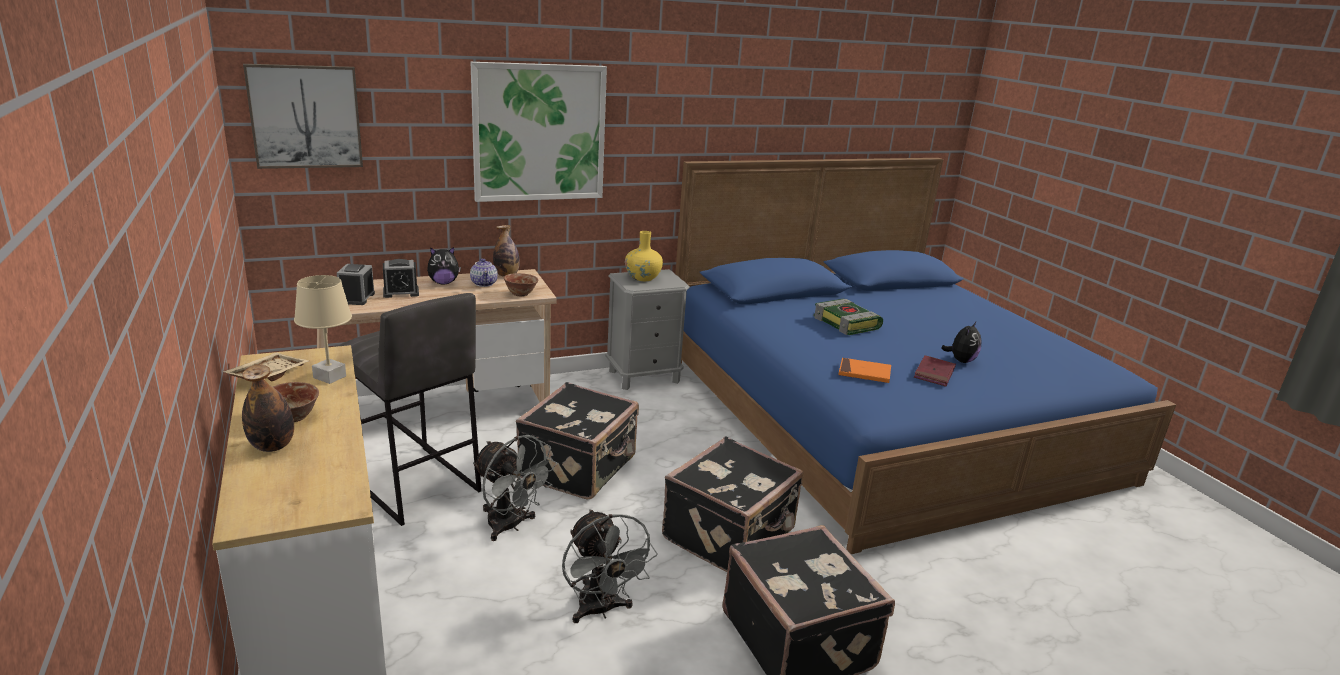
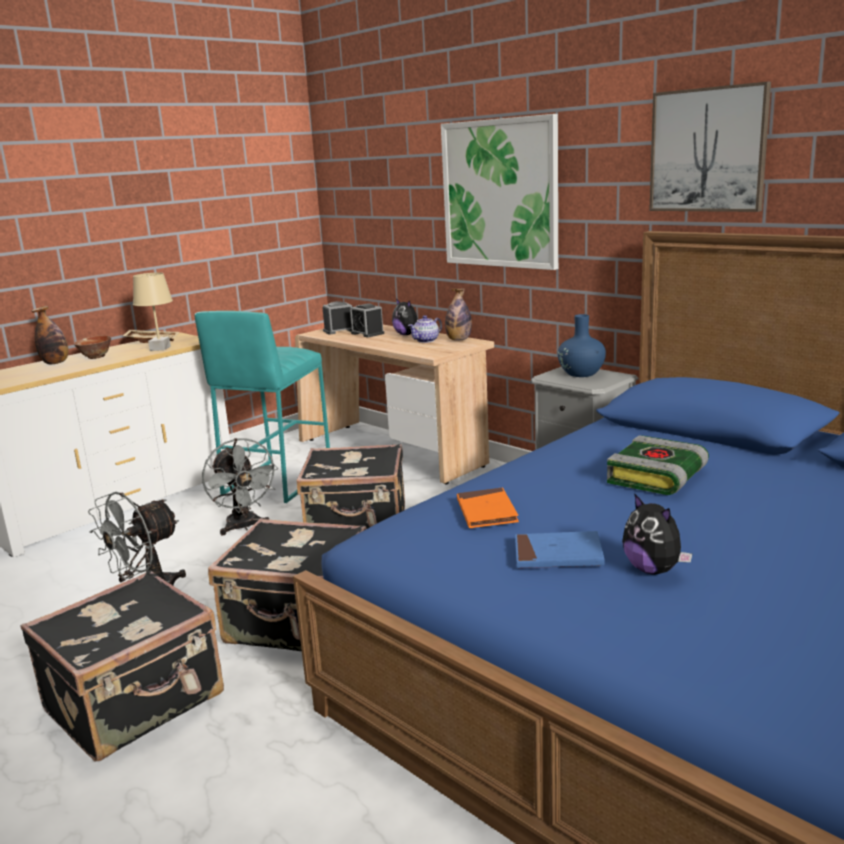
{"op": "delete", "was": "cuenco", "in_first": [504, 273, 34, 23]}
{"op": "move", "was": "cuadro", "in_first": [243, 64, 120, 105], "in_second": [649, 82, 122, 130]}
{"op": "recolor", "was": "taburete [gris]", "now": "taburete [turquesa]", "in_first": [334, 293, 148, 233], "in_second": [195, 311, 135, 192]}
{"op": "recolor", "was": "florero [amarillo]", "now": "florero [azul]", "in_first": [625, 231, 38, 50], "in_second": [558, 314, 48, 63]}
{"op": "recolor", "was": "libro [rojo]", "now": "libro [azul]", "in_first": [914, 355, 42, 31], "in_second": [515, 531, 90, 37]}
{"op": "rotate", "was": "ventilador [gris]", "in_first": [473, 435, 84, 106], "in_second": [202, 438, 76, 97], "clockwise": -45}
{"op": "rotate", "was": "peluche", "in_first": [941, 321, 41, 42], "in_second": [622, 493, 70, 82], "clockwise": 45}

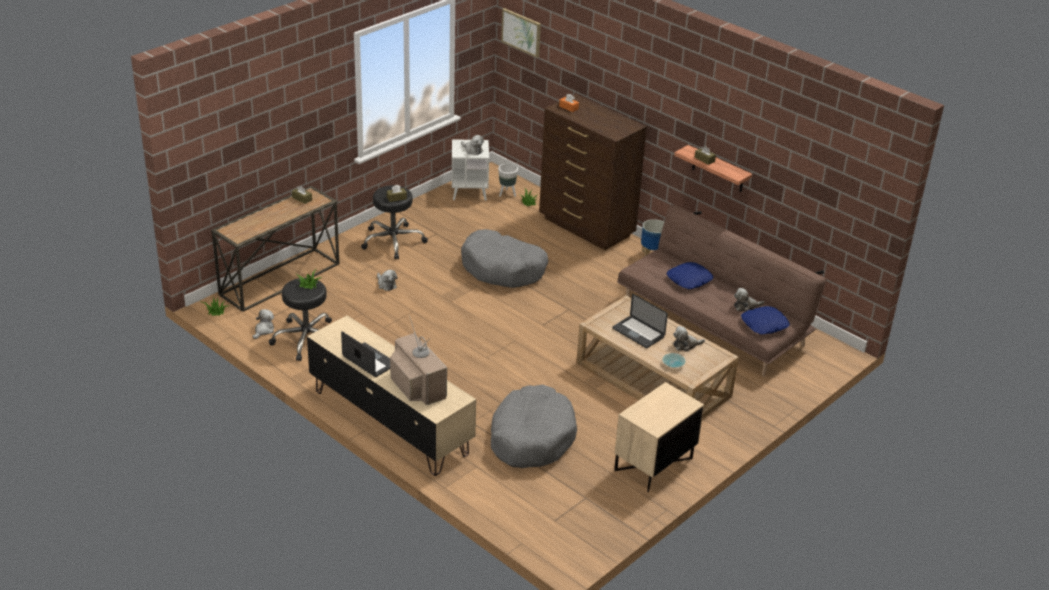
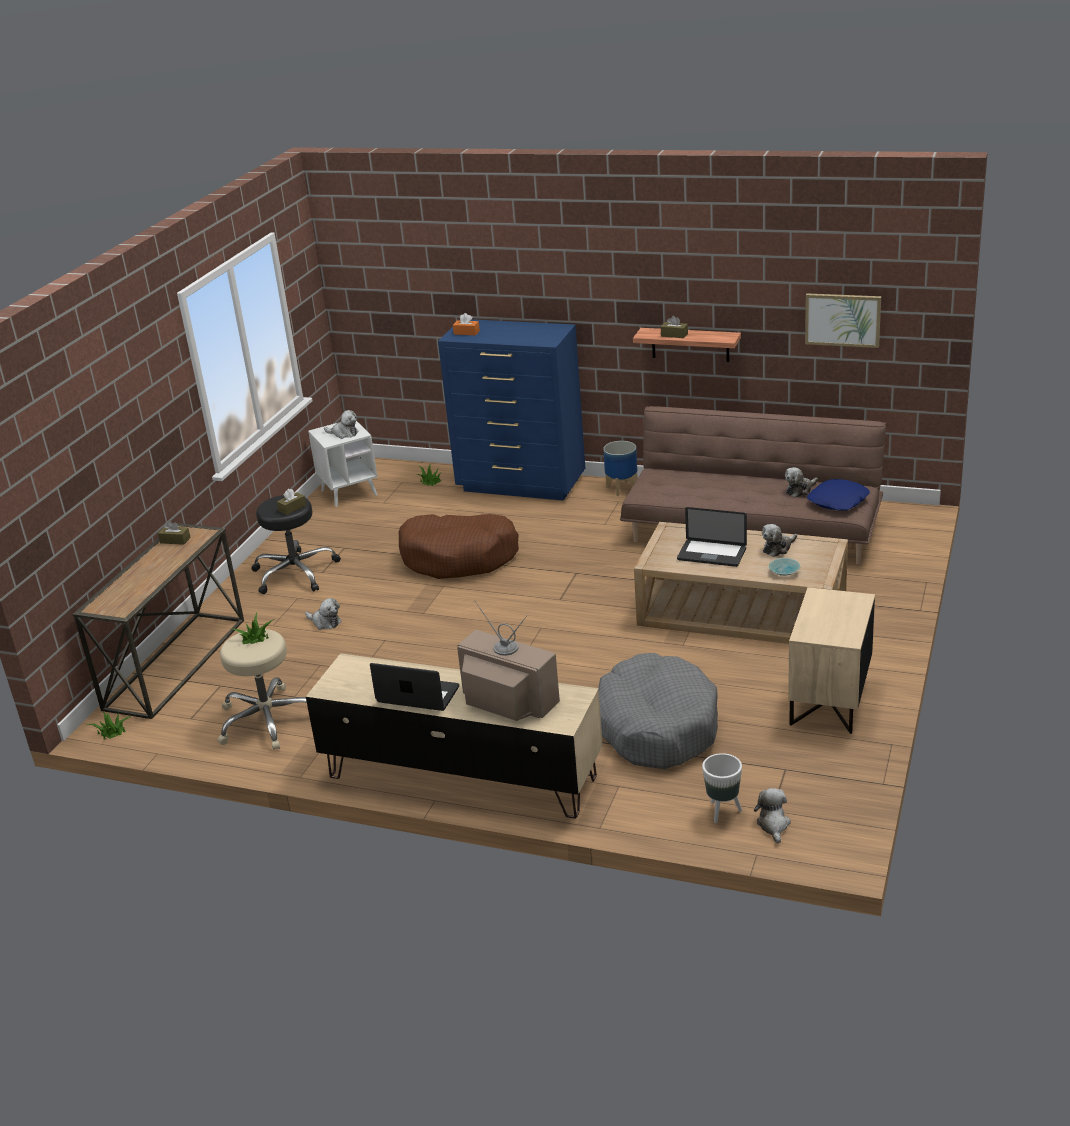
{"op": "delete", "was": "cojín [azul]", "in_first": [667, 262, 46, 27]}
{"op": "move", "was": "peluche", "in_first": [252, 309, 22, 30], "in_second": [754, 788, 37, 56]}
{"op": "move", "was": "maceta [blanco]", "in_first": [498, 163, 20, 34], "in_second": [702, 753, 40, 70]}
{"op": "move", "was": "cuadro", "in_first": [501, 8, 40, 50], "in_second": [805, 293, 76, 55]}
{"op": "recolor", "was": "taburete [negro]", "now": "taburete [beis]", "in_first": [269, 278, 63, 83], "in_second": [218, 629, 89, 121]}
{"op": "recolor", "was": "cama para perro [gris]", "now": "cama para perro [marrón]", "in_first": [461, 229, 87, 59], "in_second": [399, 514, 120, 65]}
{"op": "recolor", "was": "cómoda [marrón]", "now": "cómoda [azul]", "in_first": [539, 94, 108, 156], "in_second": [438, 319, 147, 181]}

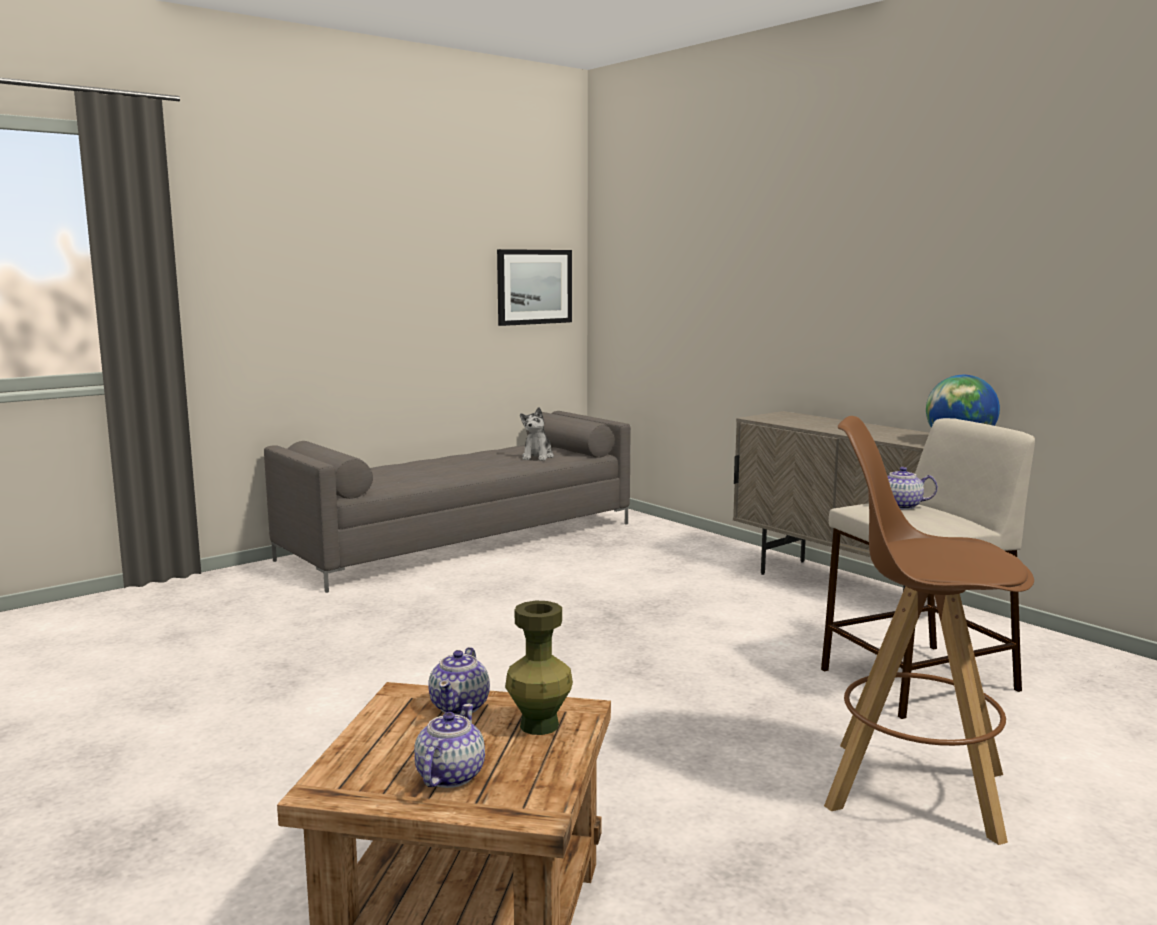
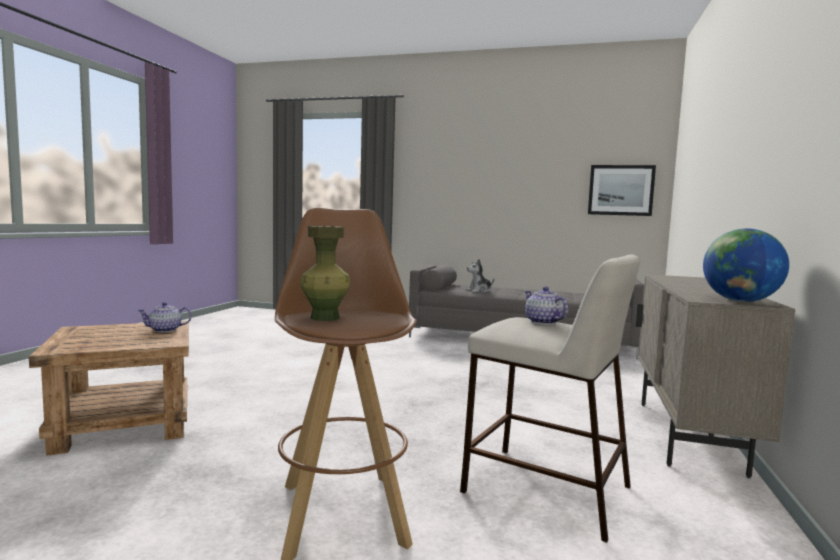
{"op": "delete", "was": "tetera", "in_first": [414, 704, 71, 84]}
{"op": "move", "was": "florero [verde]", "in_first": [505, 601, 68, 134], "in_second": [300, 226, 50, 95]}
{"op": "move", "was": "peluche", "in_first": [520, 407, 34, 54], "in_second": [466, 259, 28, 33]}

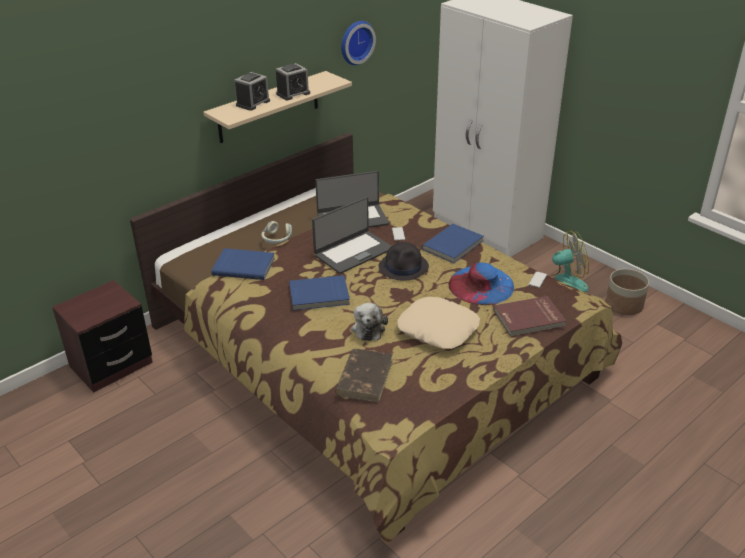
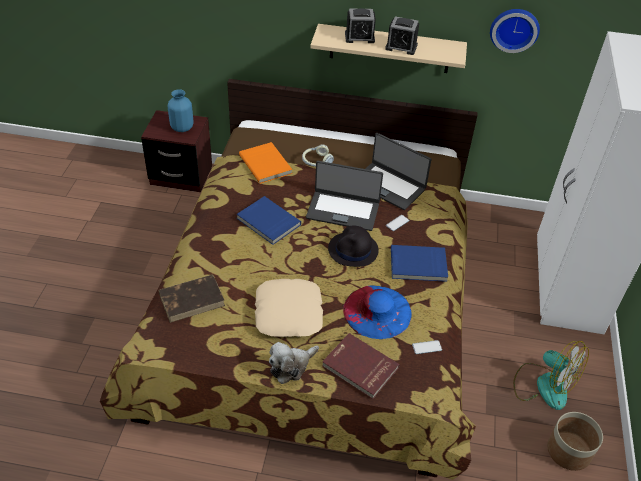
{"op": "insert", "now": "florero [azul]", "in_second": [168, 89, 26, 43]}
{"op": "move", "was": "peluche", "in_first": [351, 303, 37, 38], "in_second": [269, 342, 50, 42]}
{"op": "recolor", "was": "libro [azul]", "now": "libro [naranja]", "in_first": [211, 248, 64, 32], "in_second": [239, 142, 53, 42]}

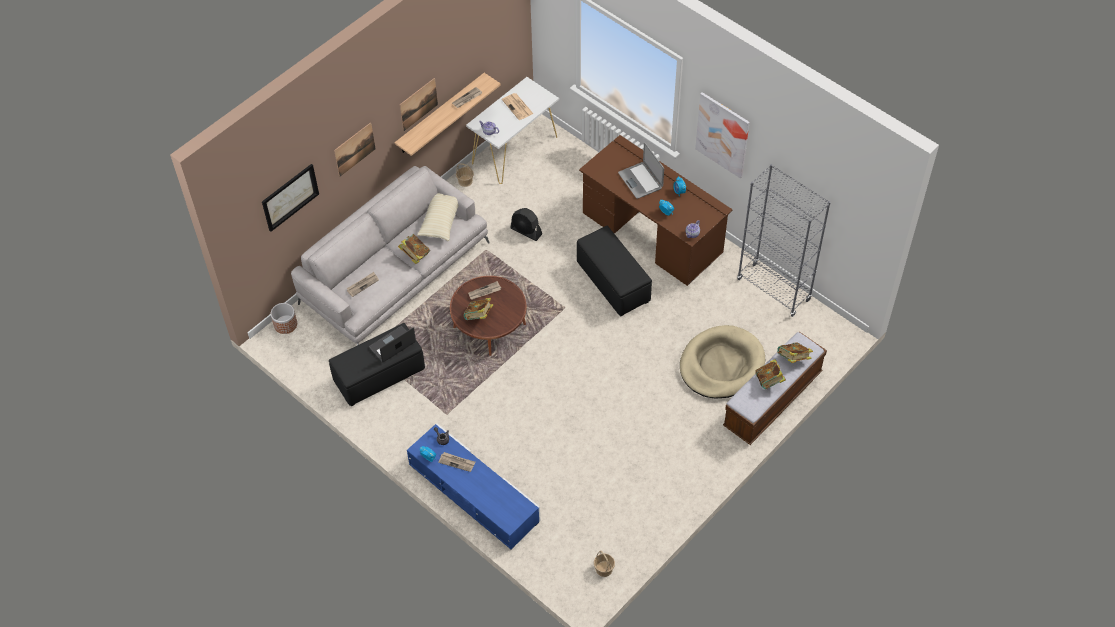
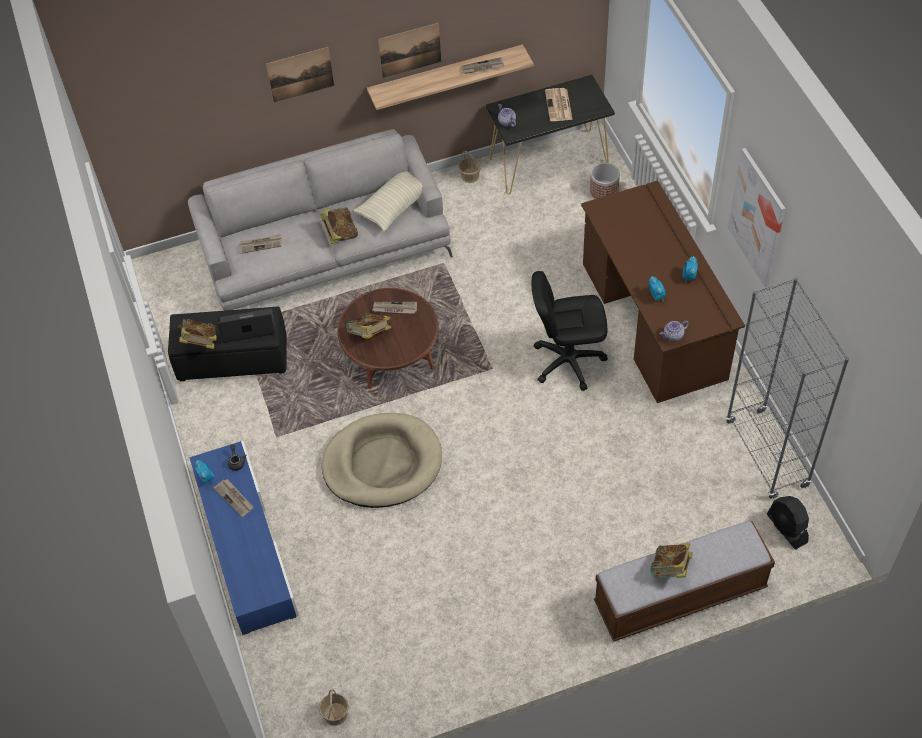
{"op": "delete", "was": "cuadro", "in_first": [262, 164, 57, 68]}
{"op": "delete", "was": "portátil", "in_first": [618, 143, 46, 56]}
{"op": "move", "was": "maceta", "in_first": [271, 303, 26, 31], "in_second": [590, 163, 30, 36]}
{"op": "move", "was": "ventilador [negro]", "in_first": [510, 208, 32, 33], "in_second": [767, 496, 42, 54]}
{"op": "move", "was": "cama para perro [beis]", "in_first": [680, 325, 85, 74], "in_second": [322, 413, 120, 95]}
{"op": "move", "was": "libro", "in_first": [777, 342, 36, 21], "in_second": [178, 319, 39, 30]}
{"op": "replace", "was": "puf [negro]", "now": "silla de oficina [negro]", "in_first": [577, 226, 75, 91], "in_second": [532, 271, 76, 120]}
{"op": "recolor", "was": "mesa consola [blanco]", "now": "mesa consola [negro]", "in_first": [466, 77, 93, 107], "in_second": [486, 75, 129, 120]}

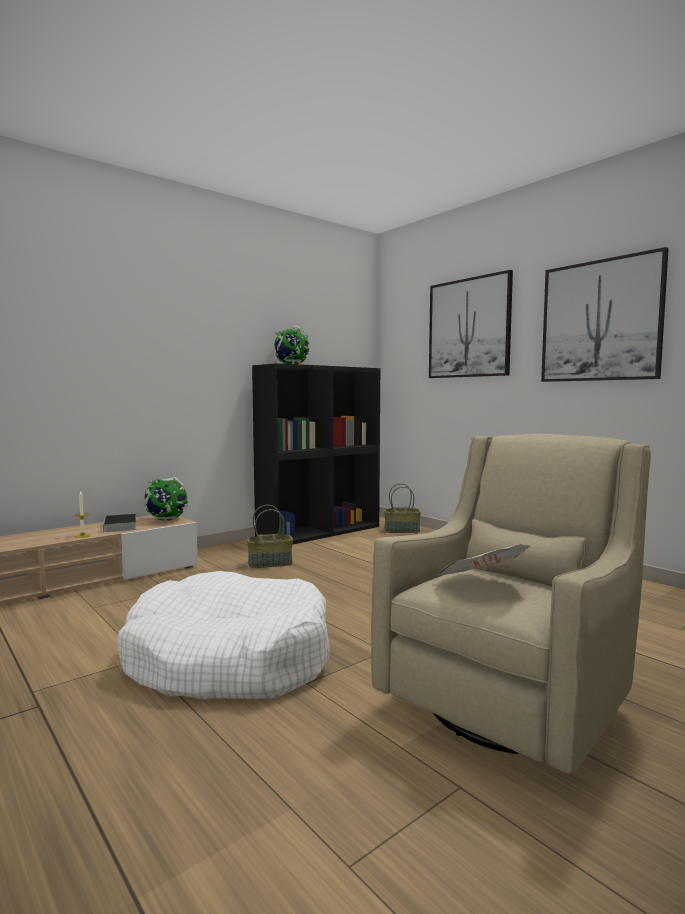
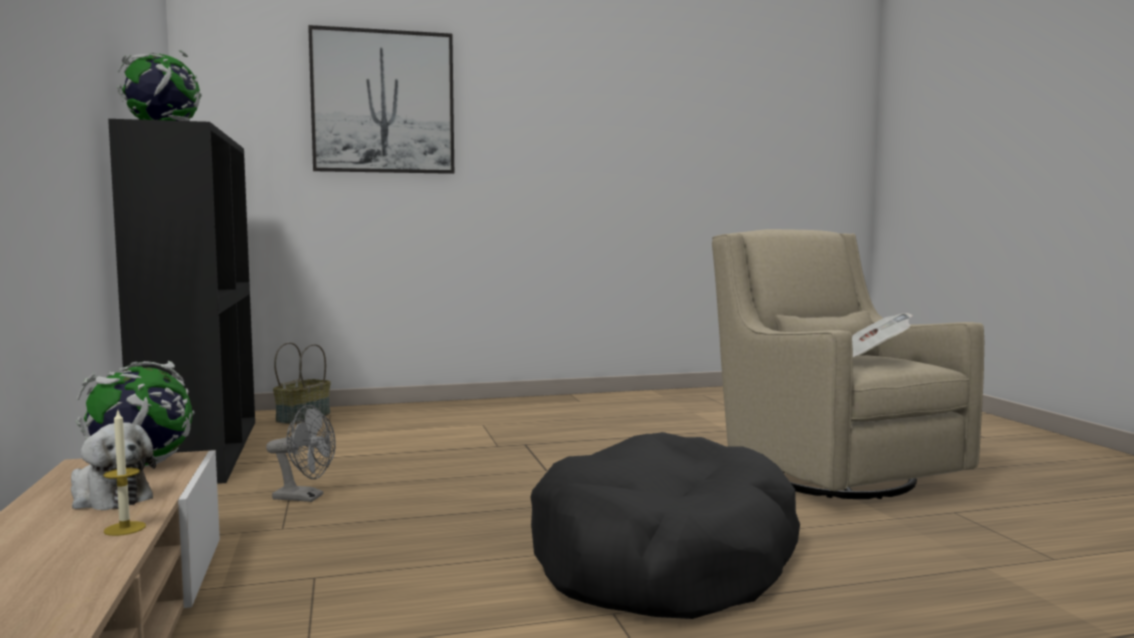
{"op": "delete", "was": "cuadro", "in_first": [541, 247, 128, 135]}
{"op": "replace", "was": "libro", "now": "peluche", "in_first": [103, 514, 33, 20], "in_second": [71, 422, 85, 88]}
{"op": "replace", "was": "cesta", "now": "ventilador [gris]", "in_first": [247, 505, 46, 63], "in_second": [266, 405, 70, 97]}
{"op": "recolor", "was": "cama para perro [blanco]", "now": "cama para perro [negro]", "in_first": [117, 571, 213, 128], "in_second": [531, 432, 269, 187]}

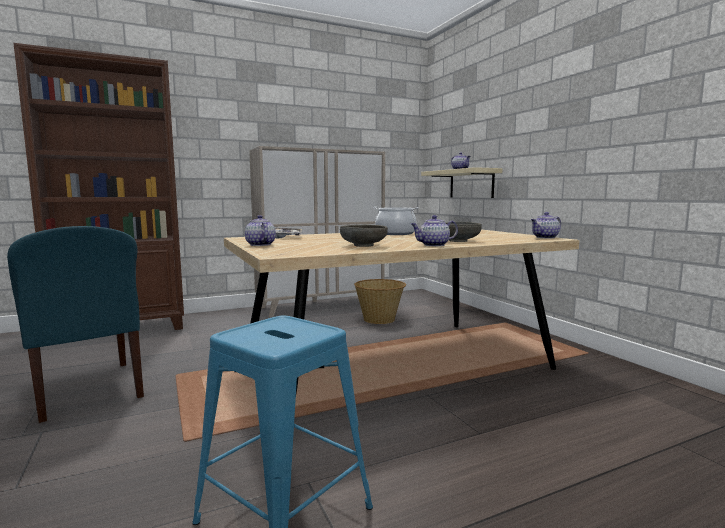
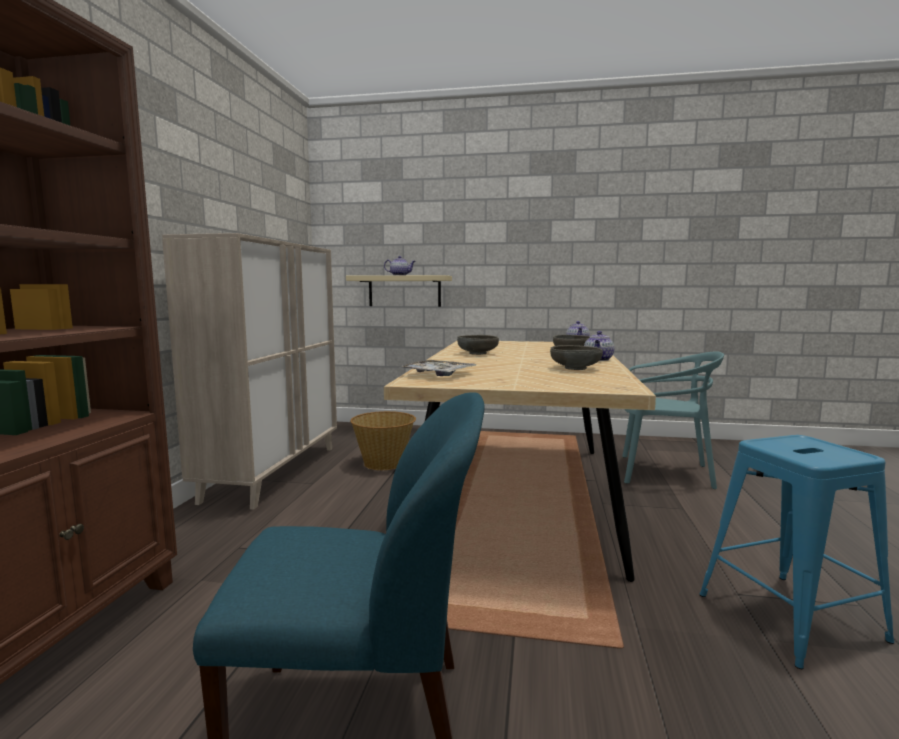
{"op": "delete", "was": "tetera", "in_first": [245, 215, 31, 31]}
{"op": "insert", "now": "silla [turquesa]", "in_second": [622, 351, 102, 138]}
{"op": "replace", "was": "olla", "now": "cuenco [gris]", "in_first": [374, 207, 45, 28], "in_second": [457, 335, 42, 20]}

